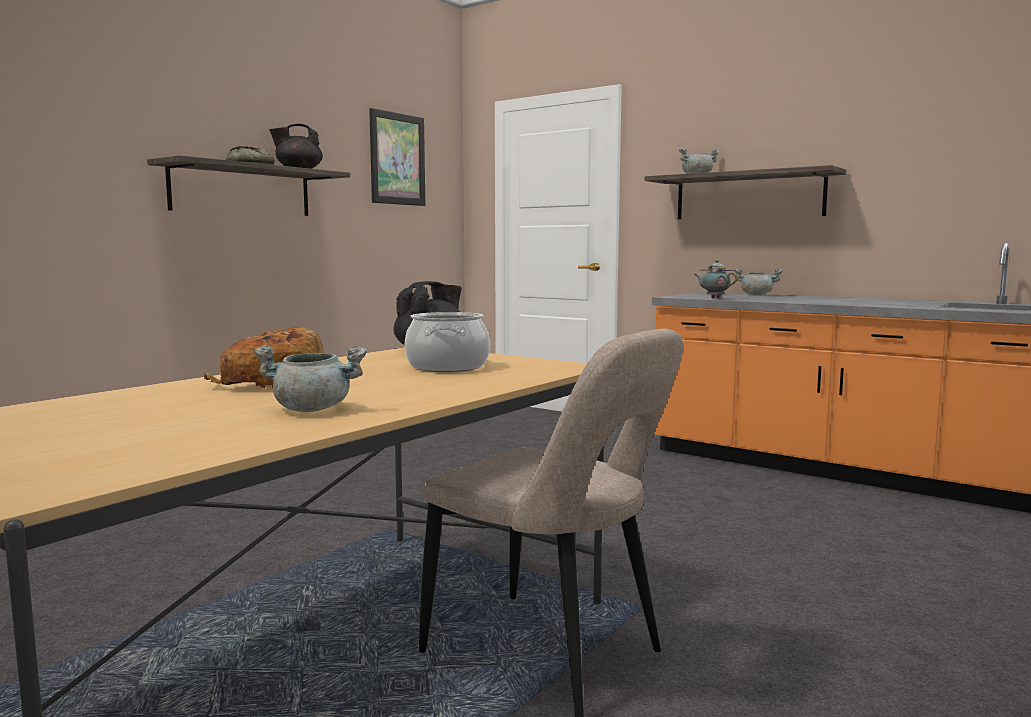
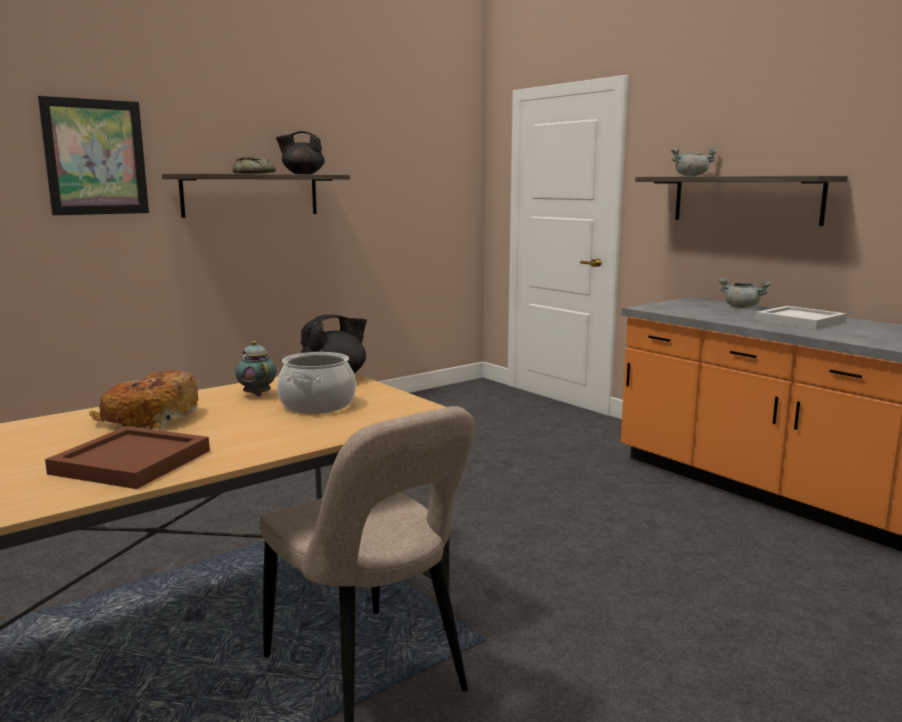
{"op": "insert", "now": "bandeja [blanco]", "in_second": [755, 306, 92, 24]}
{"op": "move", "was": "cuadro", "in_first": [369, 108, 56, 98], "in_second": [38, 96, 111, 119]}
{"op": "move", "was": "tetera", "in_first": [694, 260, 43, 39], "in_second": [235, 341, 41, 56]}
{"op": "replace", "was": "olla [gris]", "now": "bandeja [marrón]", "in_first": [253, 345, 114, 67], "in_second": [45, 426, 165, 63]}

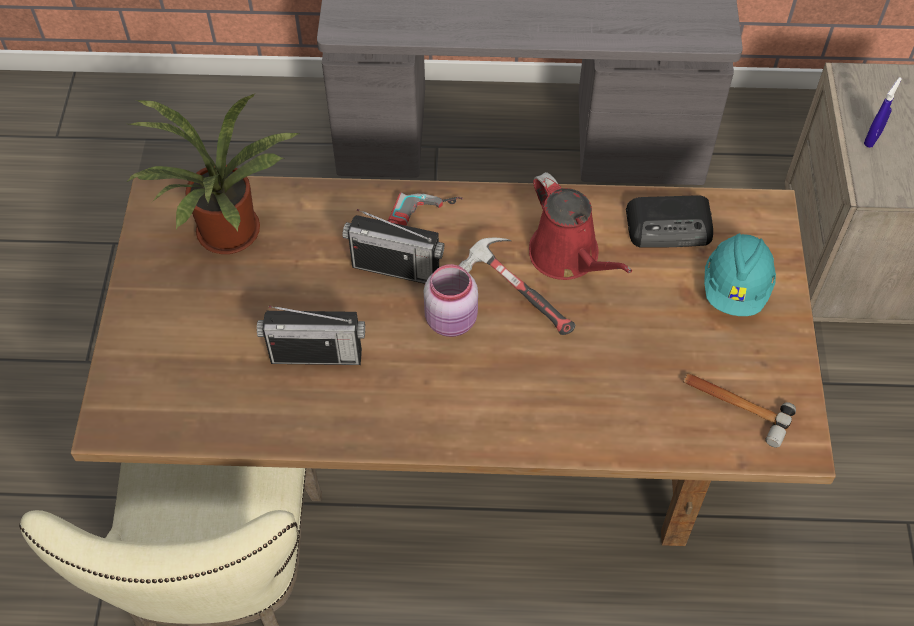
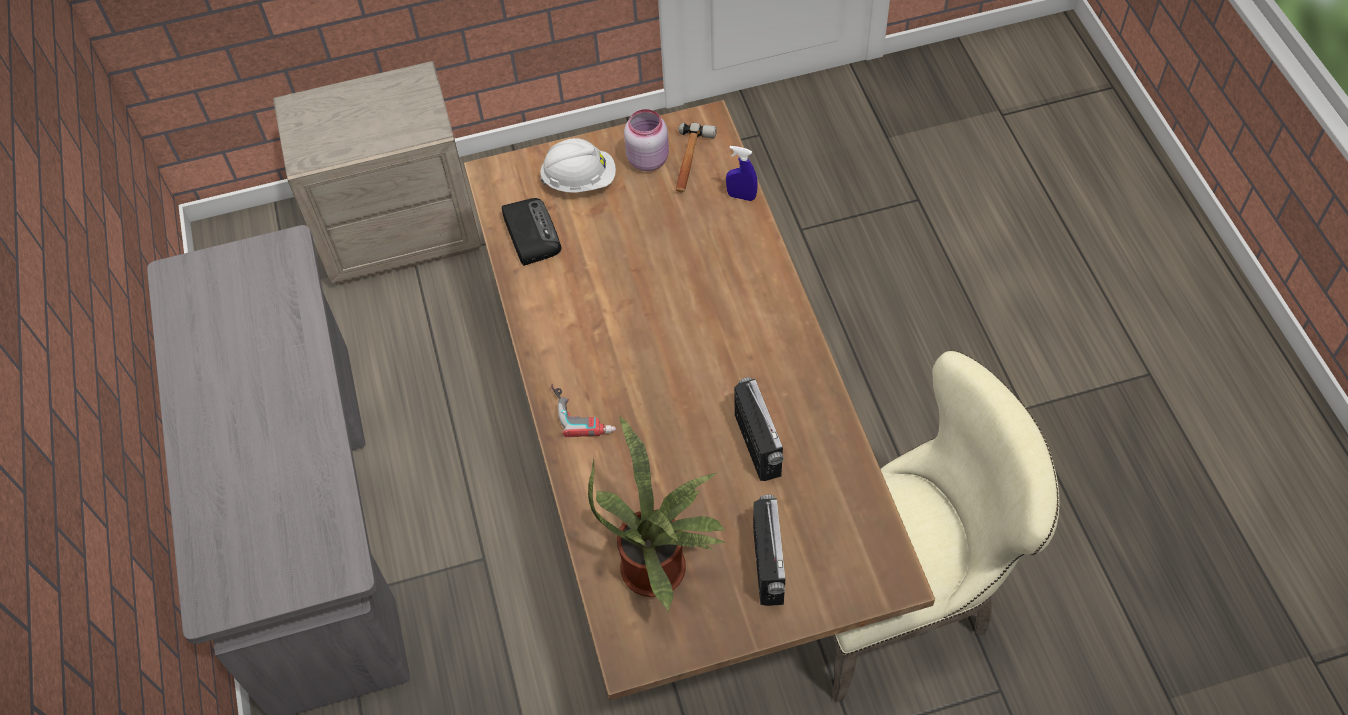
{"op": "delete", "was": "martillo", "in_first": [458, 238, 117, 97]}
{"op": "delete", "was": "regadera [rojo]", "in_first": [529, 172, 103, 108]}
{"op": "move", "was": "radio", "in_first": [342, 209, 102, 75], "in_second": [753, 495, 33, 111]}
{"op": "move", "was": "tarro [rosa]", "in_first": [424, 264, 54, 73], "in_second": [624, 109, 45, 62]}
{"op": "move", "was": "pulverizador [azul]", "in_first": [864, 77, 38, 71], "in_second": [726, 146, 32, 55]}
{"op": "recolor", "was": "casco [turquesa]", "now": "casco [blanco]", "in_first": [704, 233, 72, 83], "in_second": [540, 138, 76, 55]}

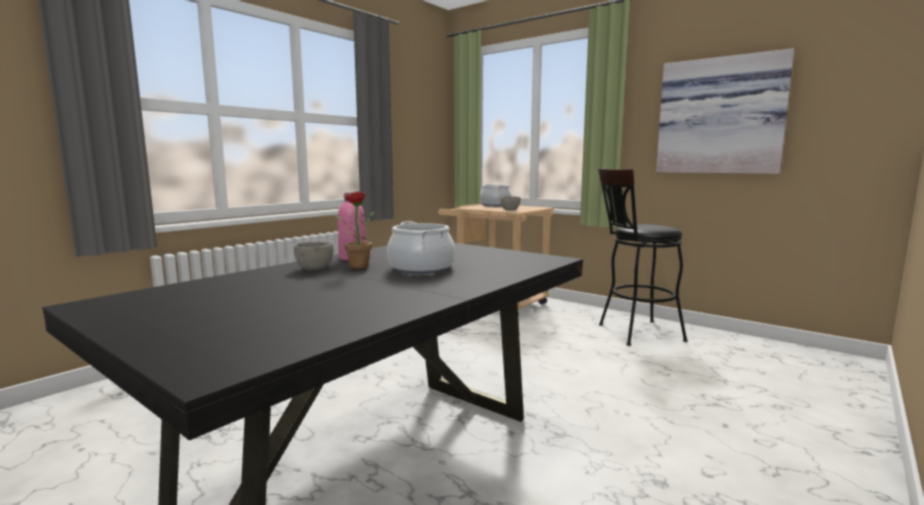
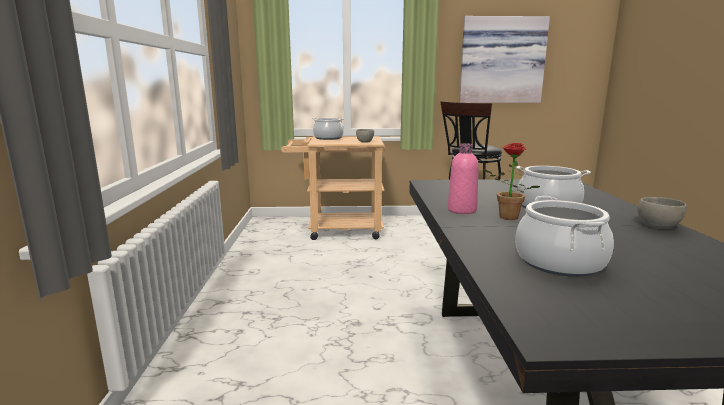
{"op": "insert", "now": "olla", "in_second": [515, 196, 99, 81]}
{"op": "move", "was": "cuenco [gris]", "in_first": [294, 242, 39, 28], "in_second": [637, 197, 50, 32]}

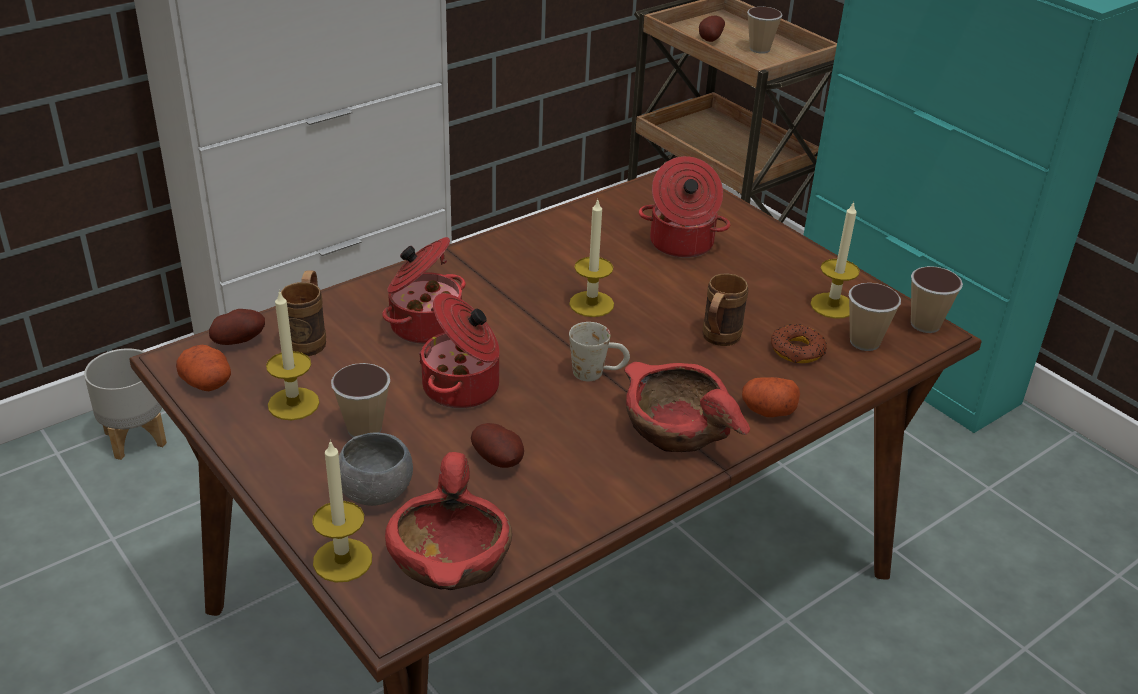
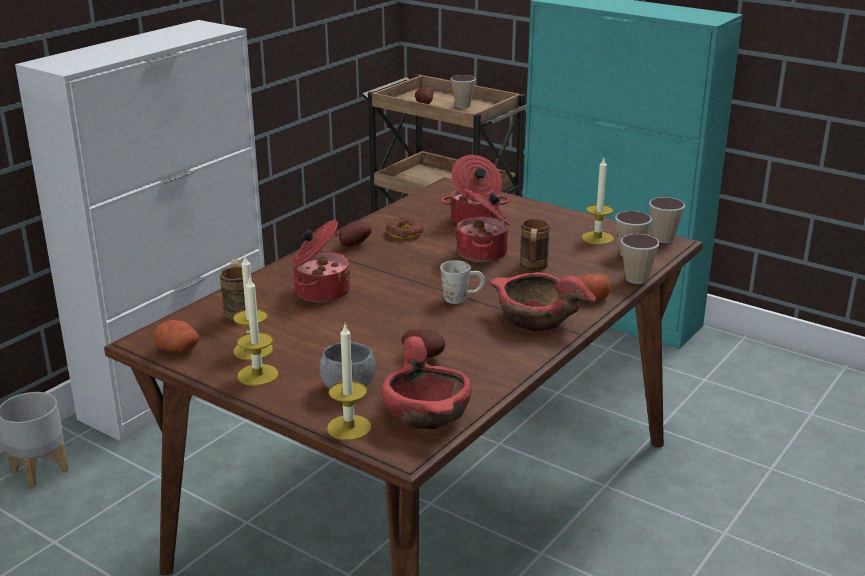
{"op": "move", "was": "patata", "in_first": [209, 309, 56, 36], "in_second": [339, 221, 33, 25]}
{"op": "move", "was": "taza", "in_first": [331, 363, 59, 74], "in_second": [621, 234, 39, 50]}
{"op": "move", "was": "olla", "in_first": [419, 293, 81, 116], "in_second": [454, 189, 56, 73]}
{"op": "move", "was": "vela", "in_first": [569, 200, 45, 117], "in_second": [237, 276, 41, 110]}
{"op": "move", "was": "rosquilla", "in_first": [771, 324, 56, 39], "in_second": [386, 218, 38, 21]}

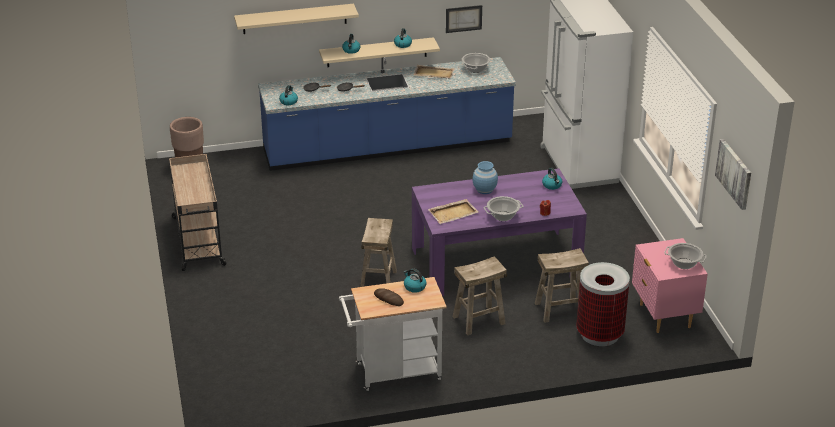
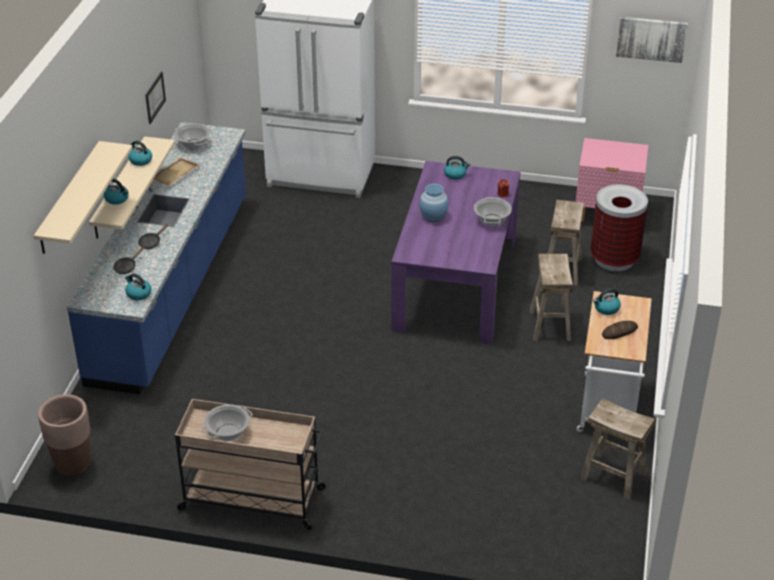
{"op": "delete", "was": "bandeja [beis]", "in_first": [428, 199, 51, 25]}
{"op": "move", "was": "taburete [beis]", "in_first": [360, 218, 37, 69], "in_second": [580, 398, 75, 102]}
{"op": "move", "was": "olla", "in_first": [664, 243, 43, 26], "in_second": [201, 405, 52, 36]}

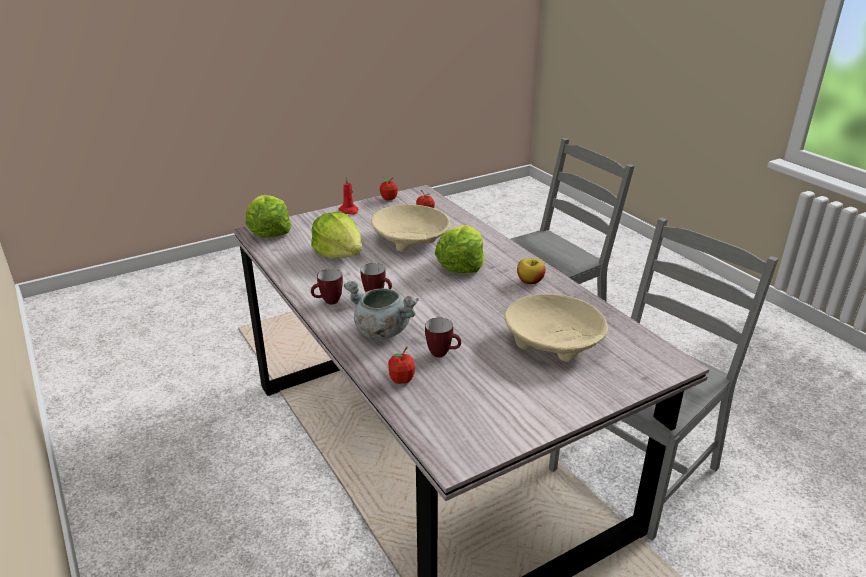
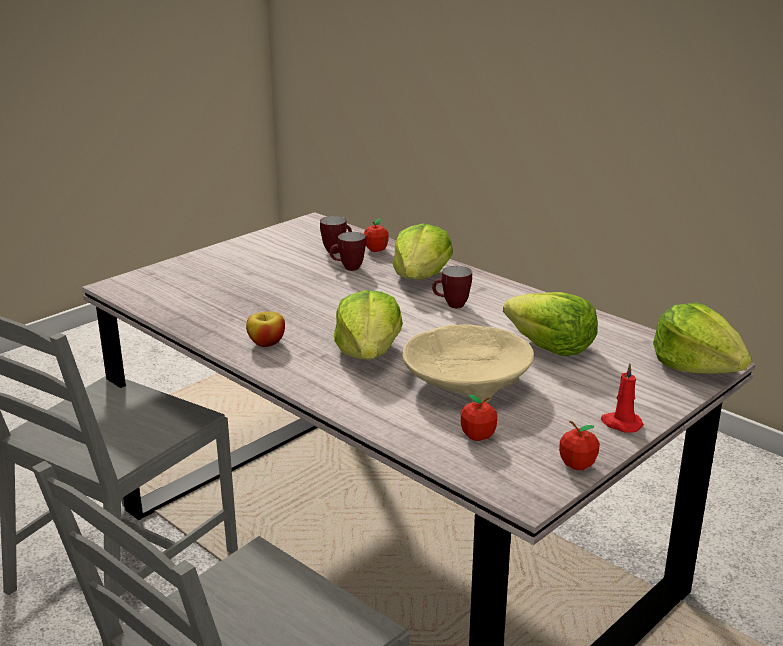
{"op": "delete", "was": "cuenco [beis]", "in_first": [505, 294, 103, 68]}
{"op": "move", "was": "taza grande", "in_first": [311, 269, 32, 36], "in_second": [320, 216, 32, 38]}
{"op": "replace", "was": "olla [gris]", "now": "lechuga", "in_first": [344, 281, 75, 58], "in_second": [392, 224, 61, 55]}

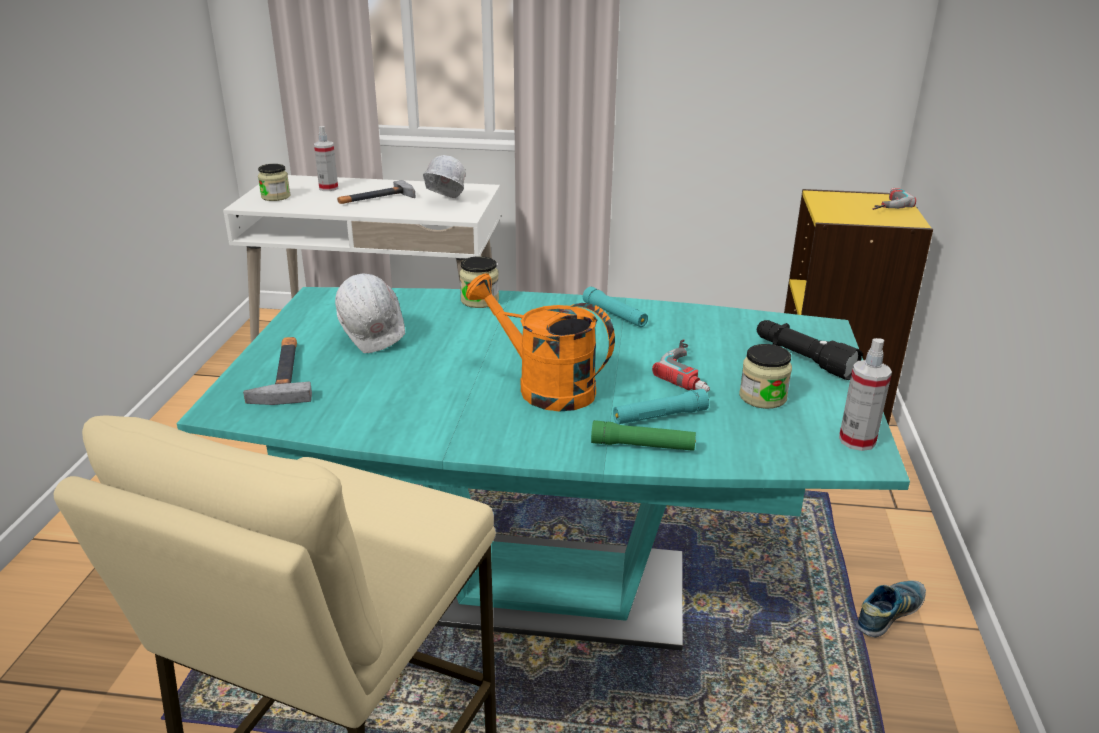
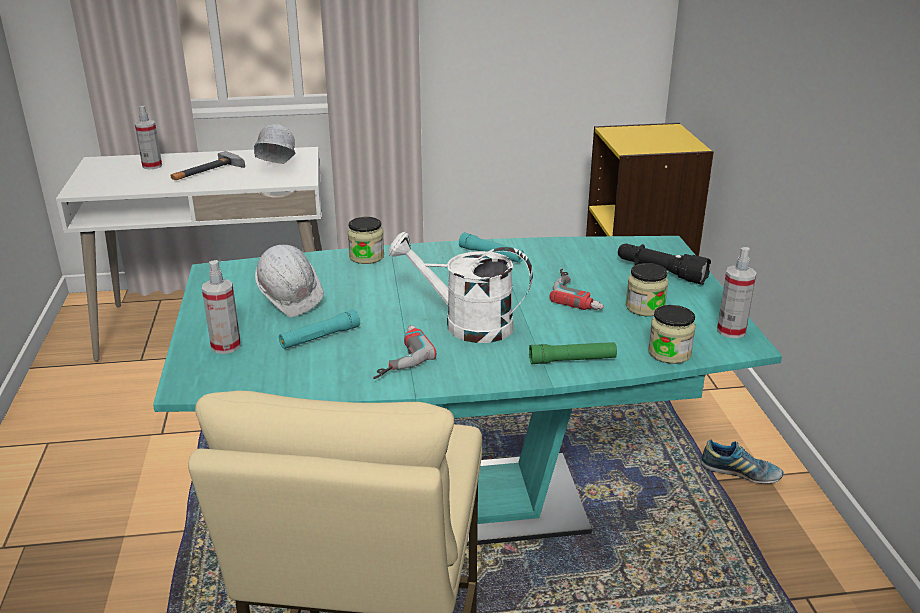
{"op": "move", "was": "tarro", "in_first": [258, 164, 32, 37], "in_second": [648, 305, 48, 59]}
{"op": "move", "was": "linterna [turquesa]", "in_first": [613, 389, 96, 35], "in_second": [279, 309, 81, 40]}
{"op": "move", "was": "taladro", "in_first": [872, 188, 44, 22], "in_second": [373, 325, 63, 54]}
{"op": "replace", "was": "martillo", "now": "pulverizador", "in_first": [243, 337, 69, 68], "in_second": [202, 260, 39, 94]}
{"op": "recolor", "was": "regadera [naranja]", "now": "regadera [blanco]", "in_first": [466, 274, 149, 138], "in_second": [388, 232, 145, 111]}
{"op": "rotate", "was": "zapato", "in_first": [856, 580, 70, 58], "in_second": [700, 439, 84, 45], "clockwise": 75}

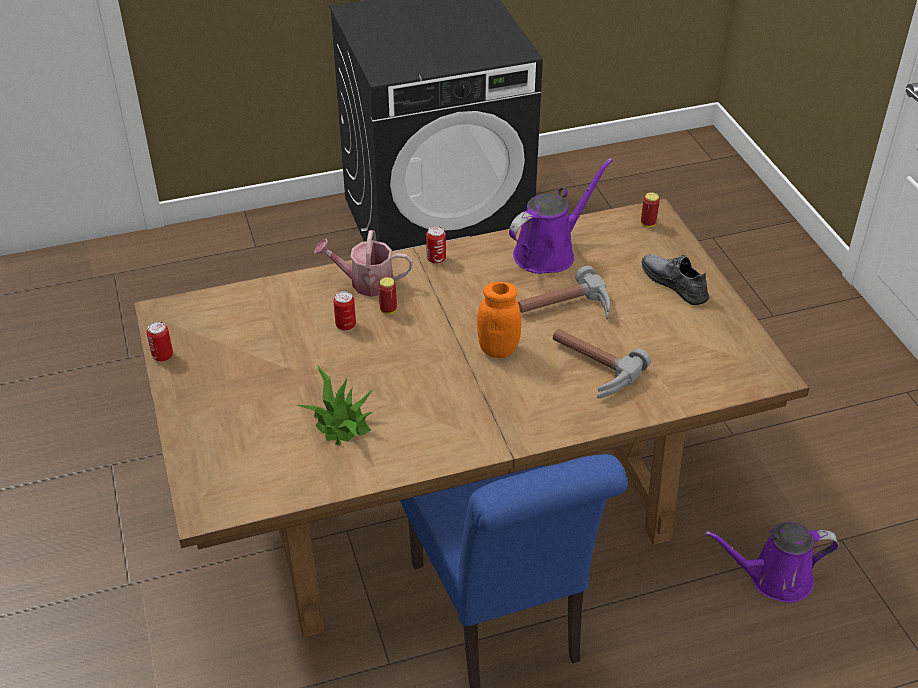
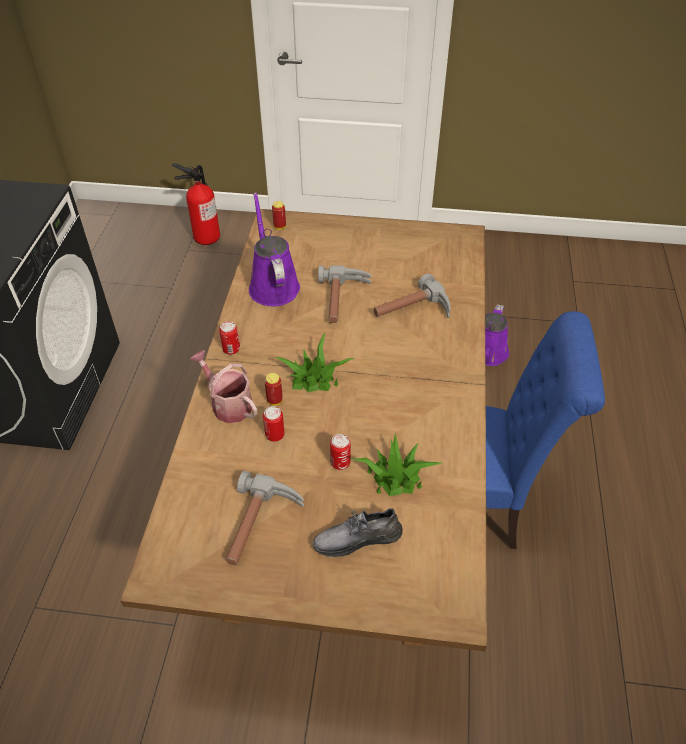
{"op": "delete", "was": "tarro [naranja]", "in_first": [477, 282, 44, 76]}
{"op": "insert", "now": "extintor", "in_second": [172, 163, 48, 82]}
{"op": "insert", "now": "martillo", "in_second": [226, 471, 78, 94]}
{"op": "insert", "now": "planta en maceta", "in_second": [275, 333, 80, 59]}
{"op": "move", "was": "lata", "in_first": [146, 321, 27, 41], "in_second": [330, 434, 21, 36]}
{"op": "move", "was": "zapato [gris]", "in_first": [642, 254, 67, 51], "in_second": [313, 508, 90, 49]}
{"op": "rotate", "was": "regadera", "in_first": [314, 230, 99, 67], "in_second": [190, 350, 67, 73], "clockwise": 105}

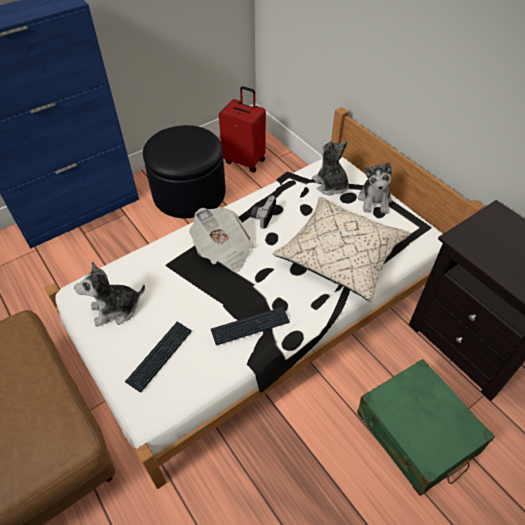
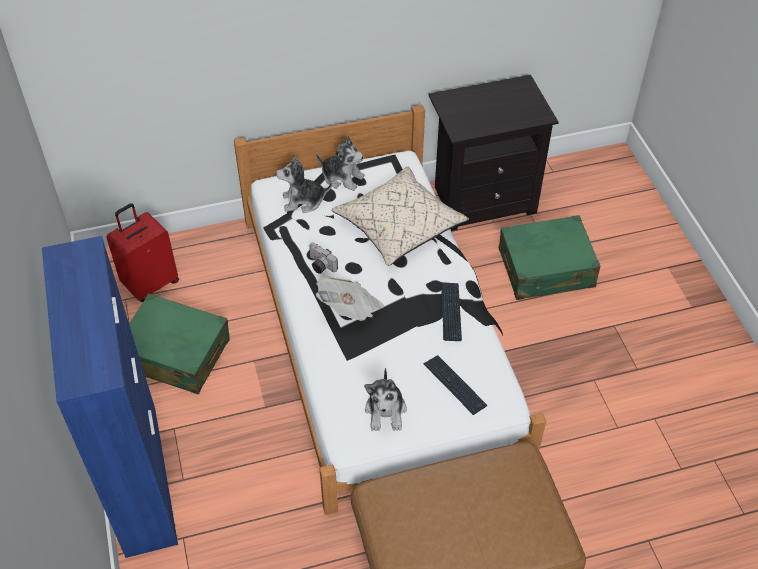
{"op": "replace", "was": "puf [negro]", "now": "maleta [verde]", "in_first": [143, 125, 83, 93], "in_second": [129, 294, 101, 101]}

